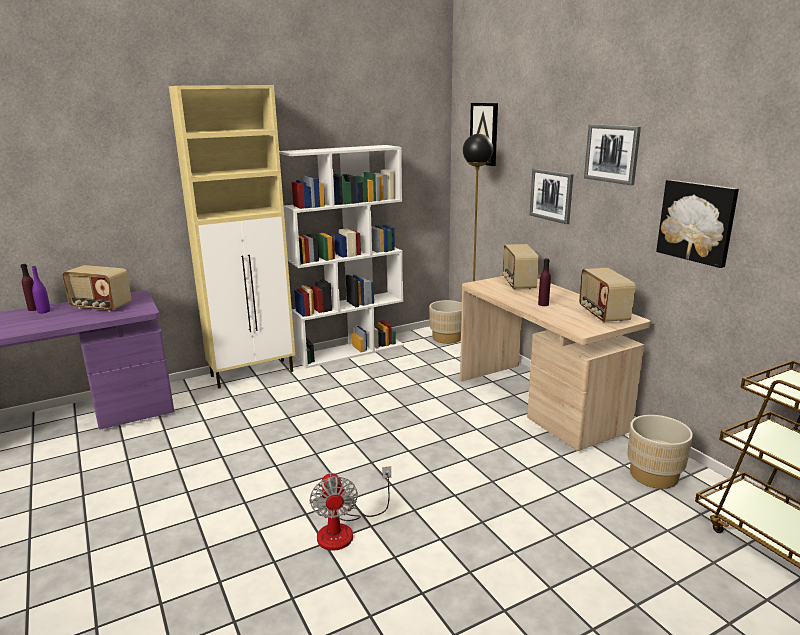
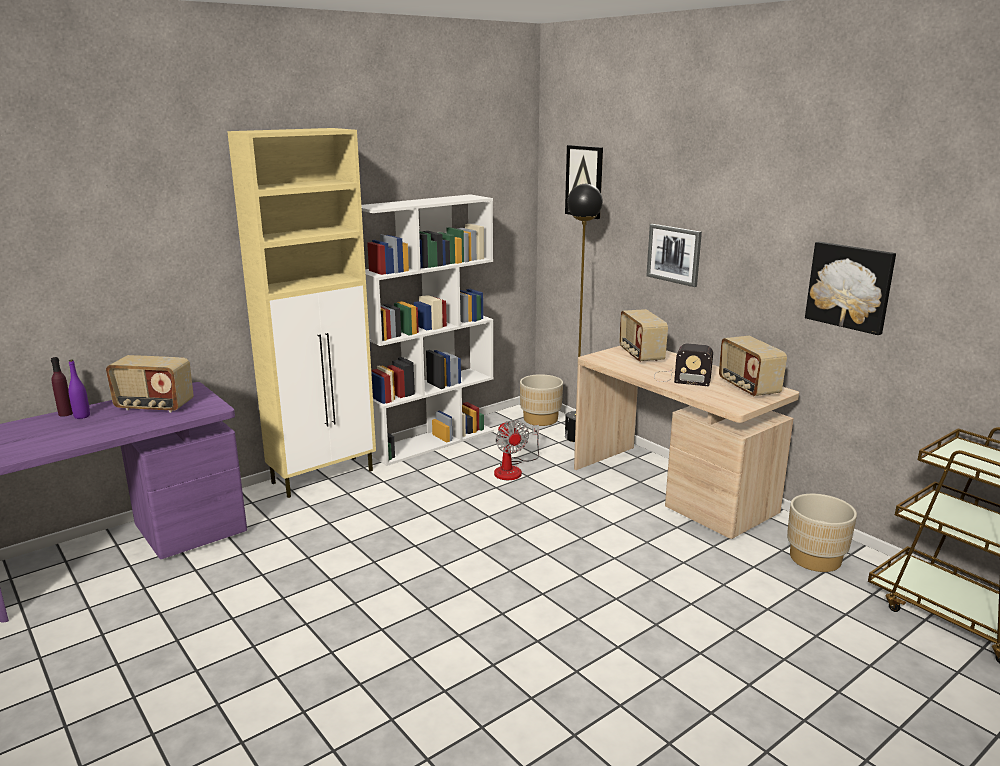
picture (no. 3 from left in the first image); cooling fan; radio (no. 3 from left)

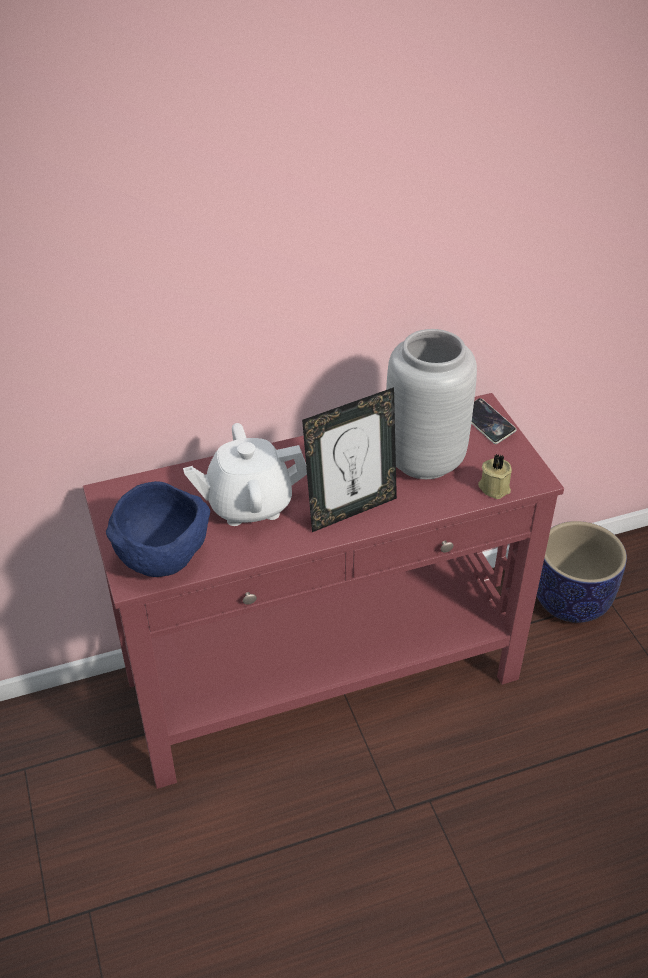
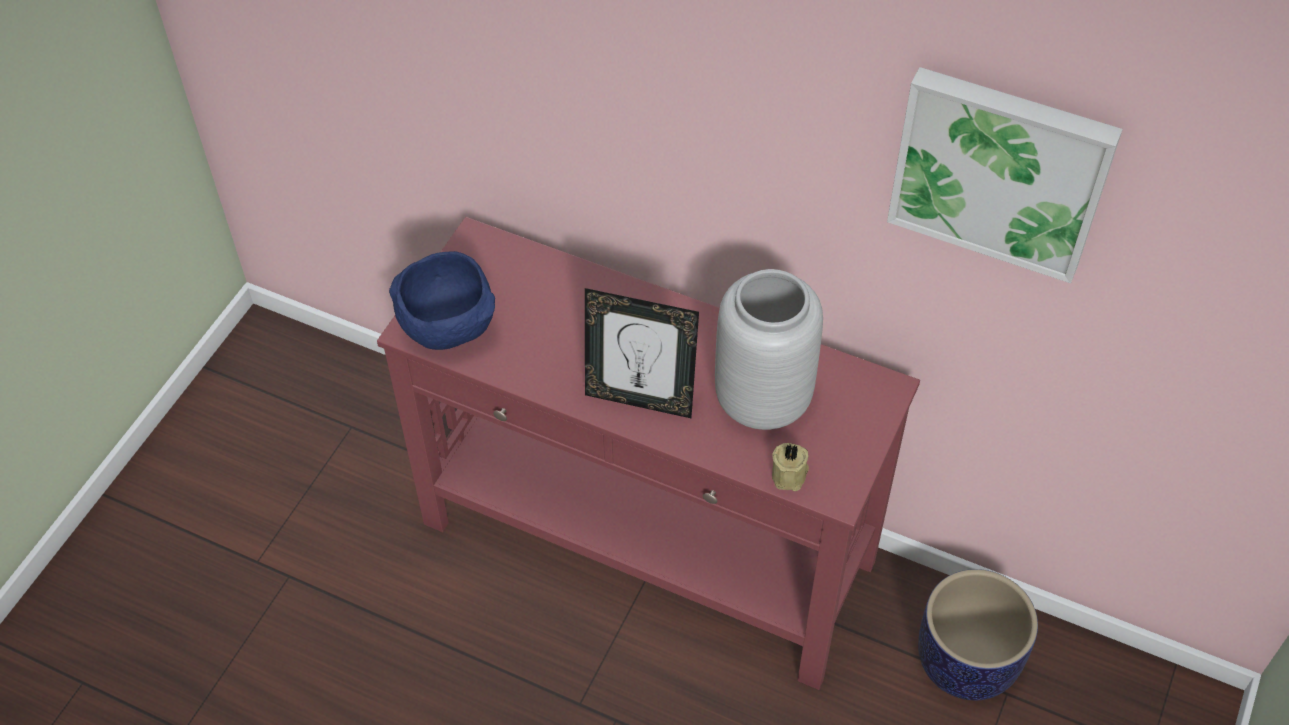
teapot in whitish; handset; picture

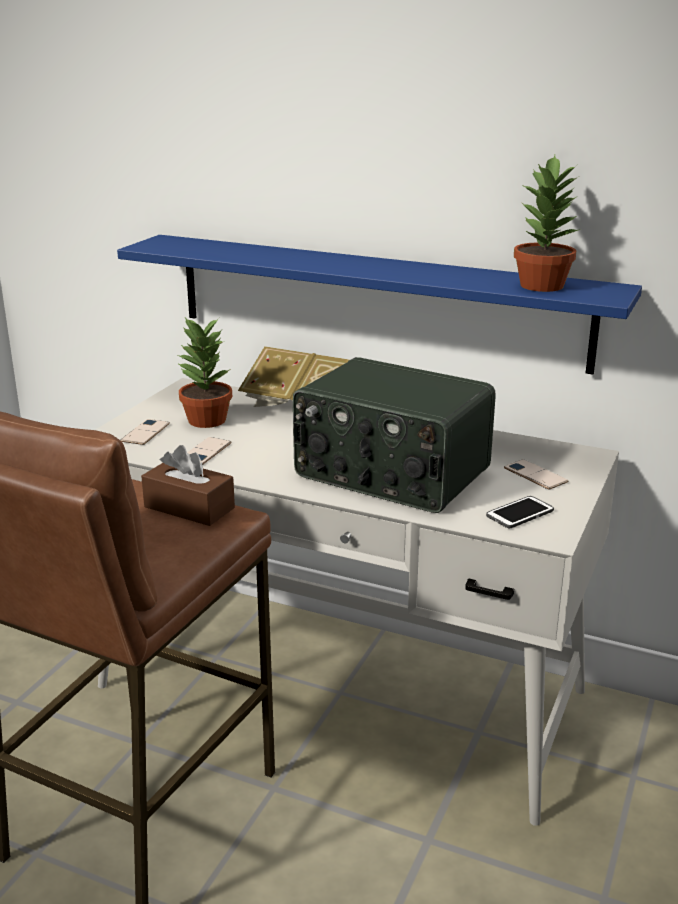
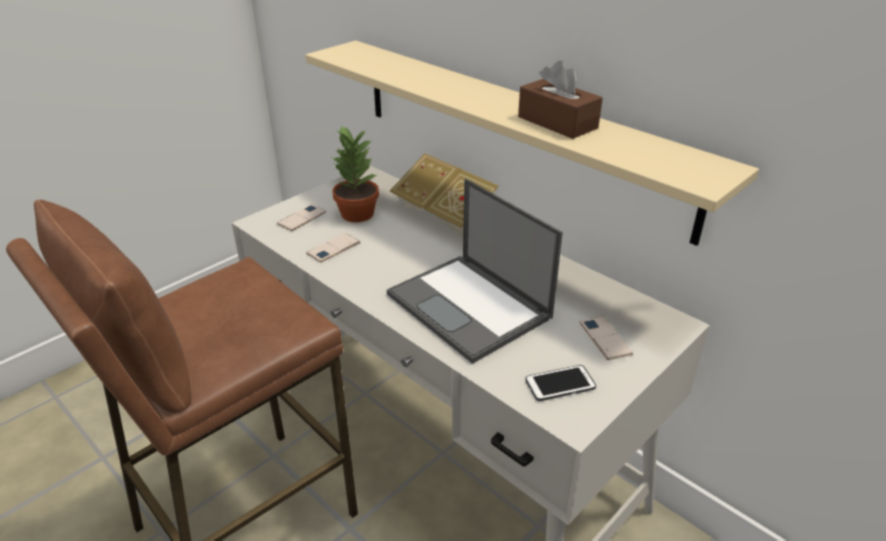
potted plant (no. 2 from left in the first image); tissue holder in brownish; portable computer; wall shelf in beige-coloured

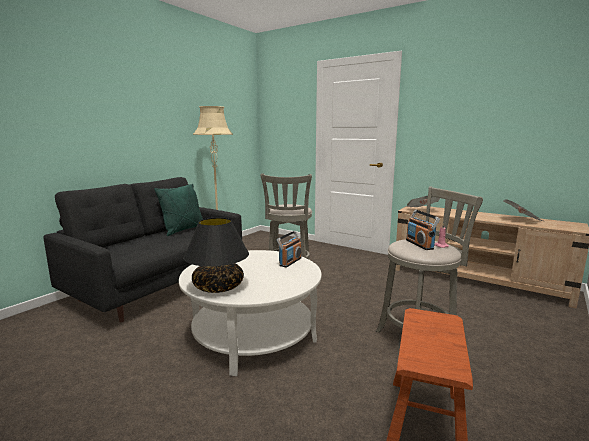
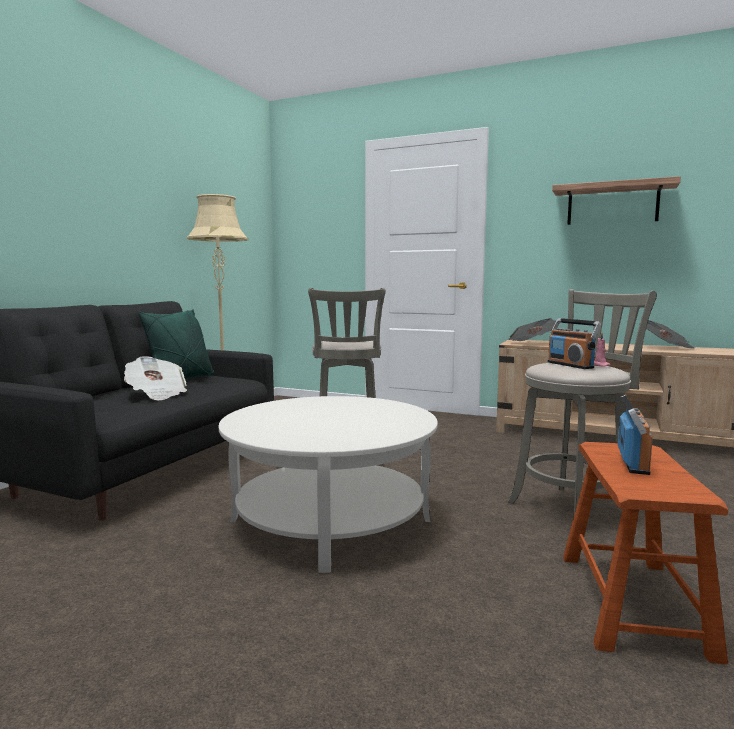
table lamp in black; newspaper (no. 1 from left); wall shelf; radio (no. 2 from left)

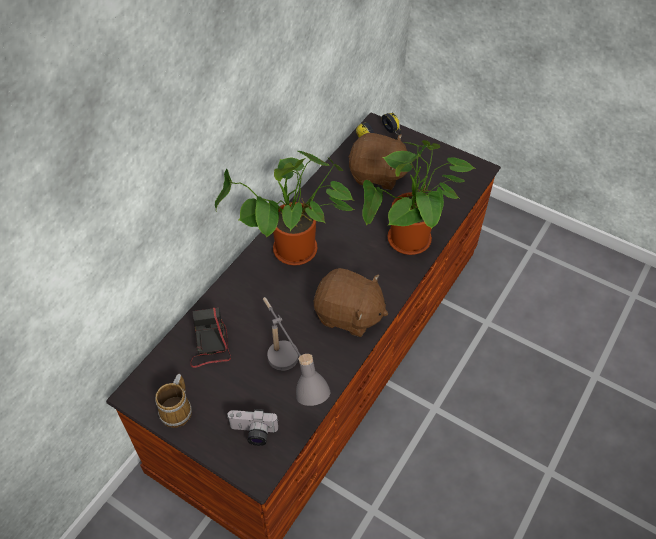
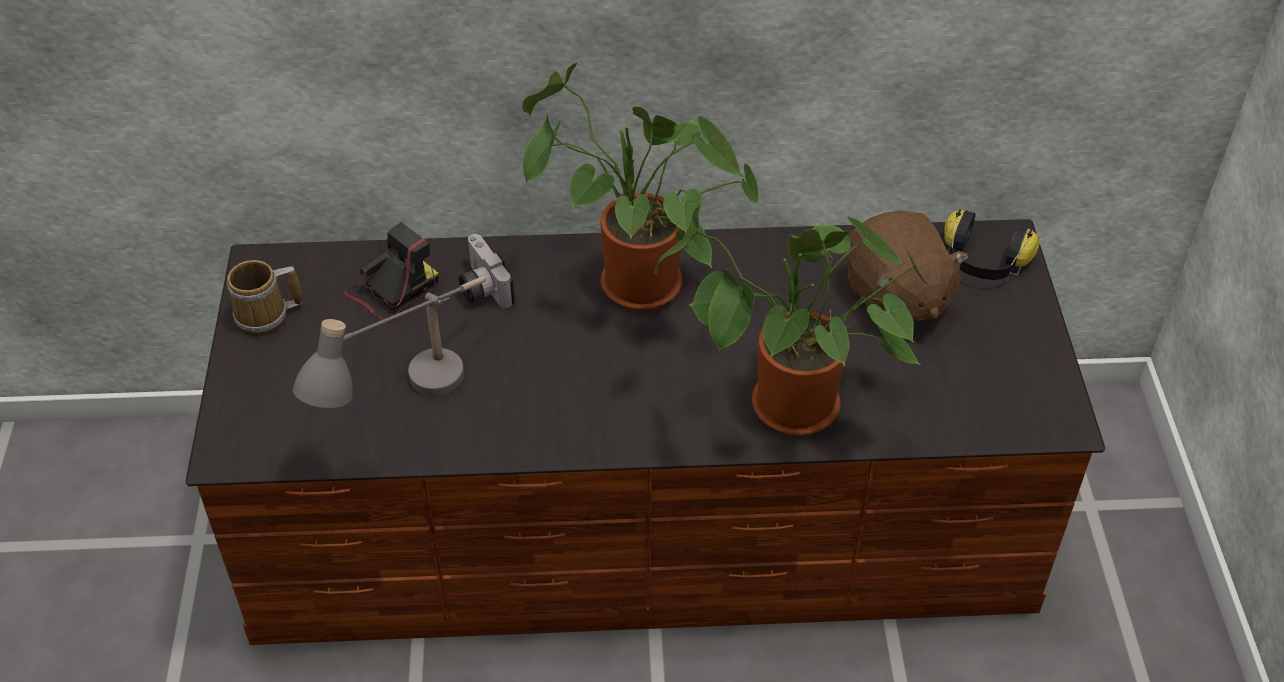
soft toy in brownish (no. 1 from left in the first image); still camera (no. 2 from left)

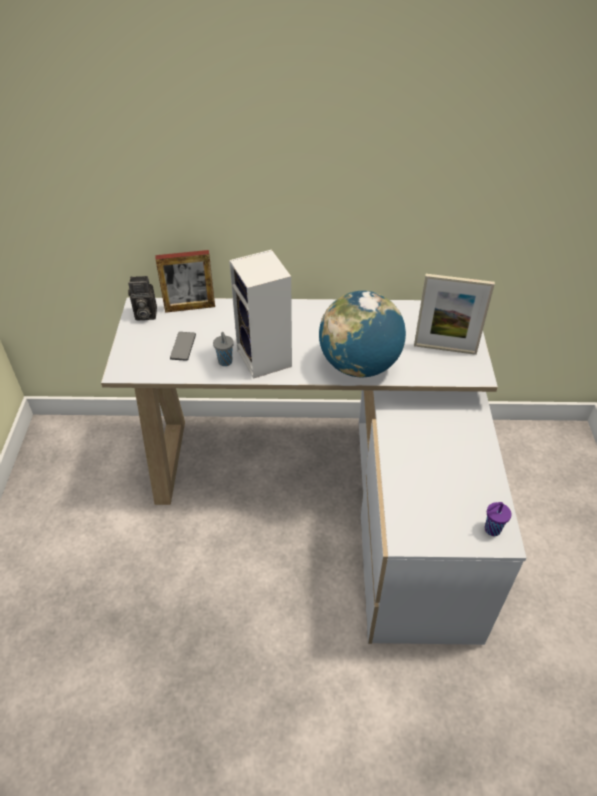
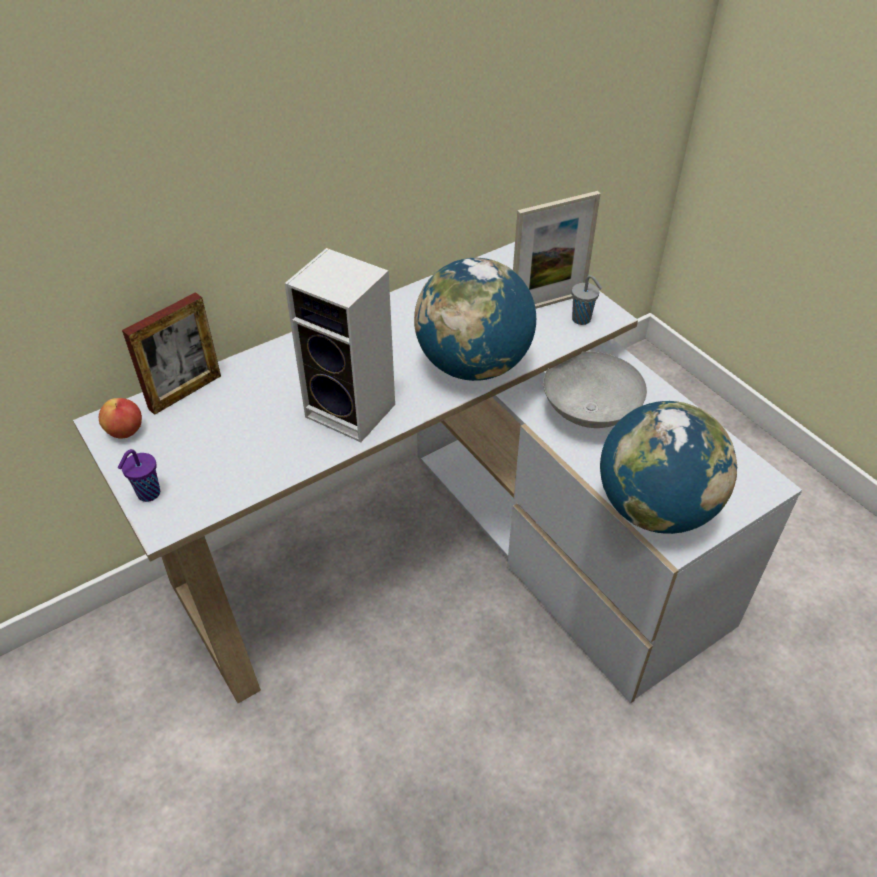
handset; serving bowl in gray; globe (no. 2 from left); cup in gray; cup in purple-coloured; whole apple

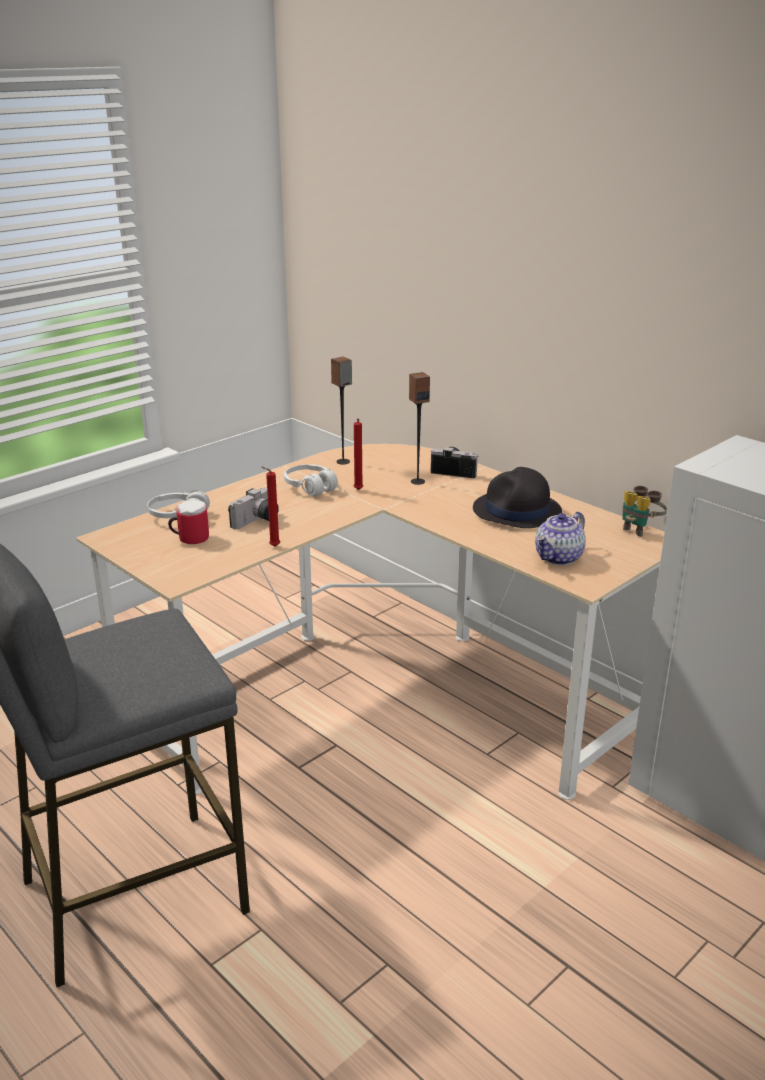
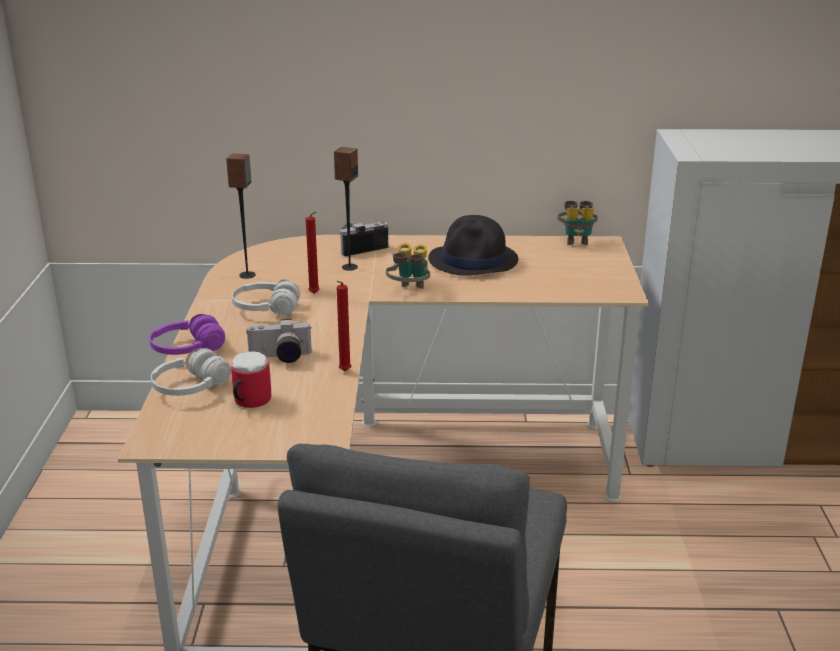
teapot; headset in purple-coloured; binoculars (no. 1 from left); still camera (no. 1 from left)

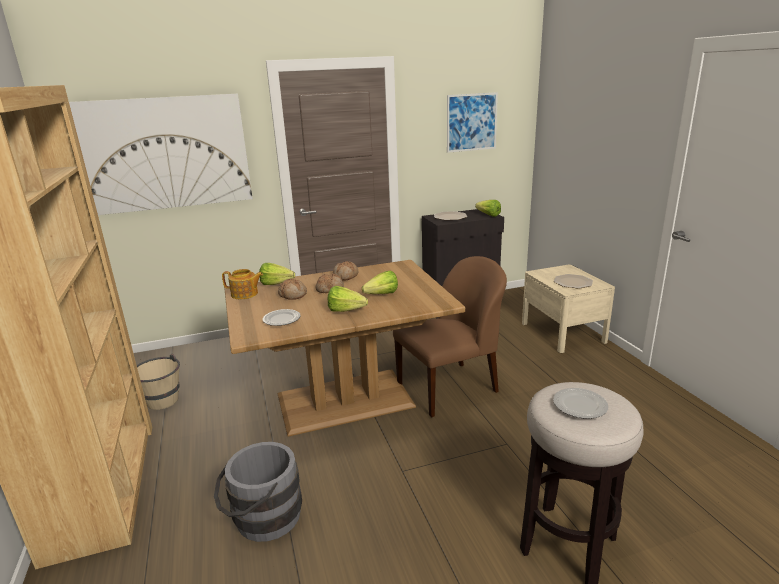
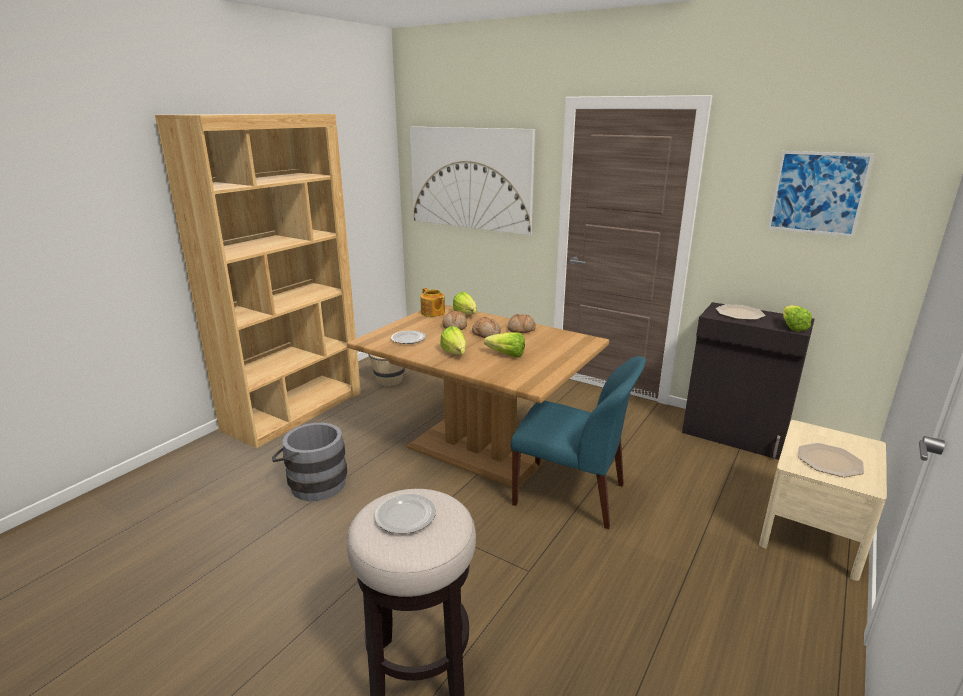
chair in blue-coloured

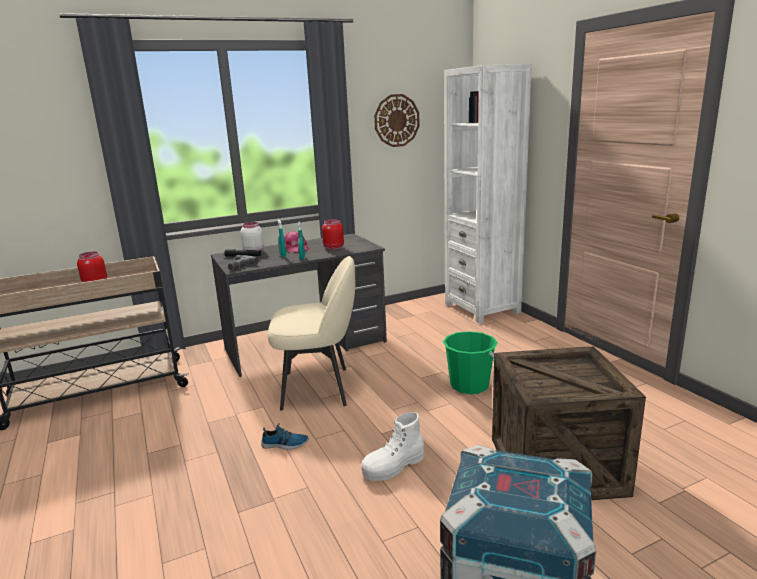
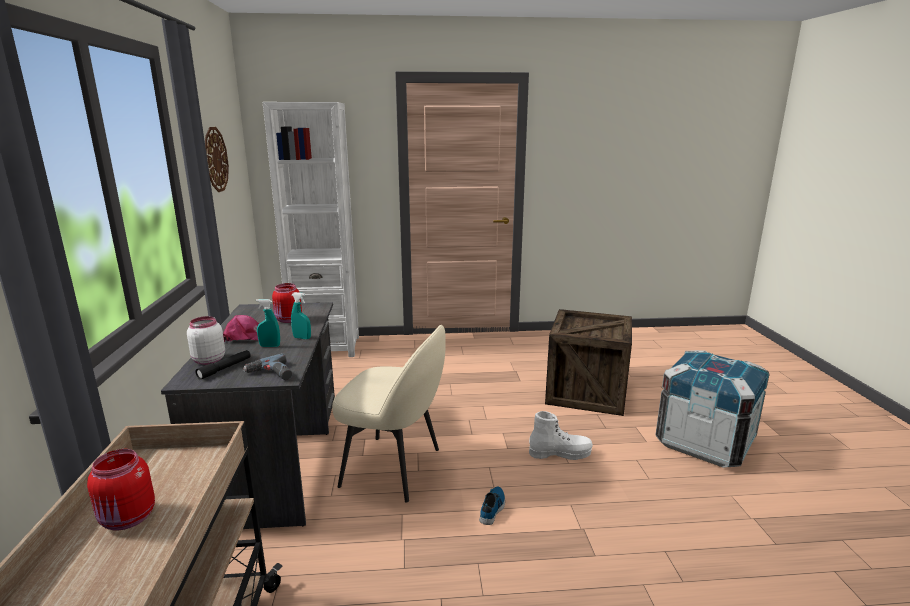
pail in greenish; chair in beige-coloured; tall boot in whitish

